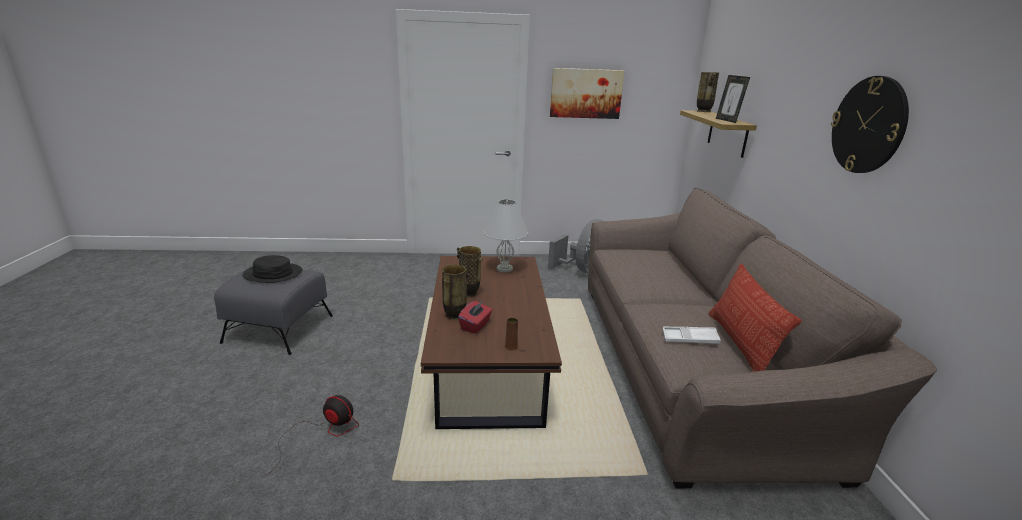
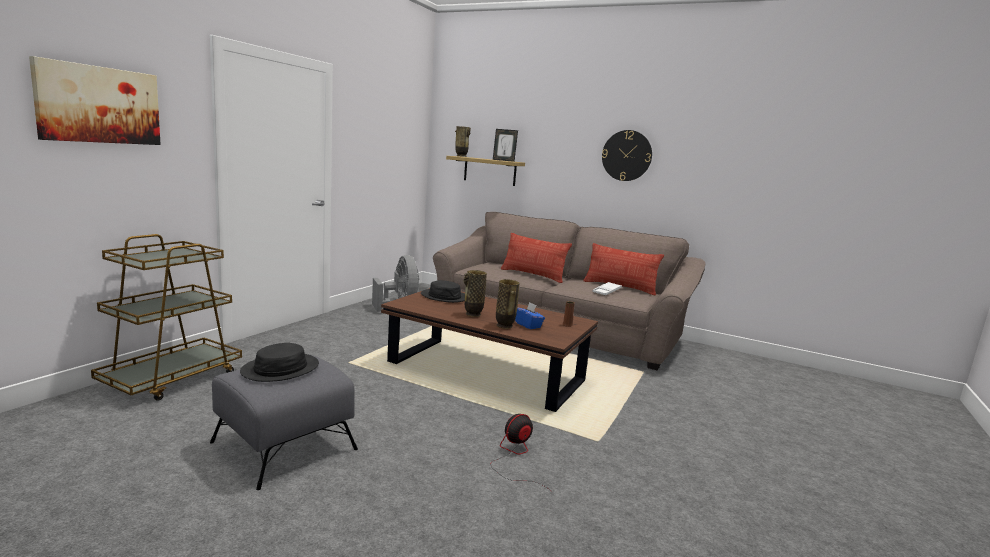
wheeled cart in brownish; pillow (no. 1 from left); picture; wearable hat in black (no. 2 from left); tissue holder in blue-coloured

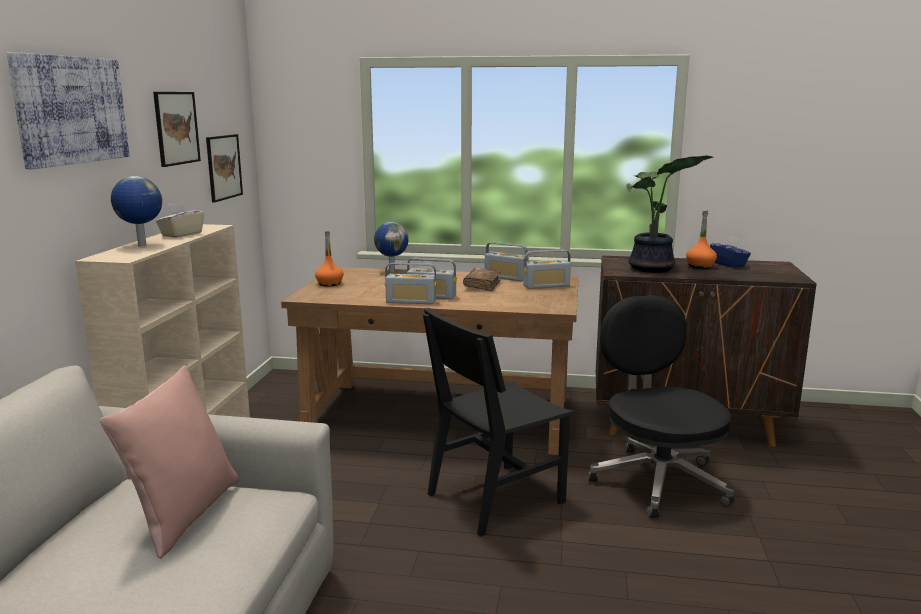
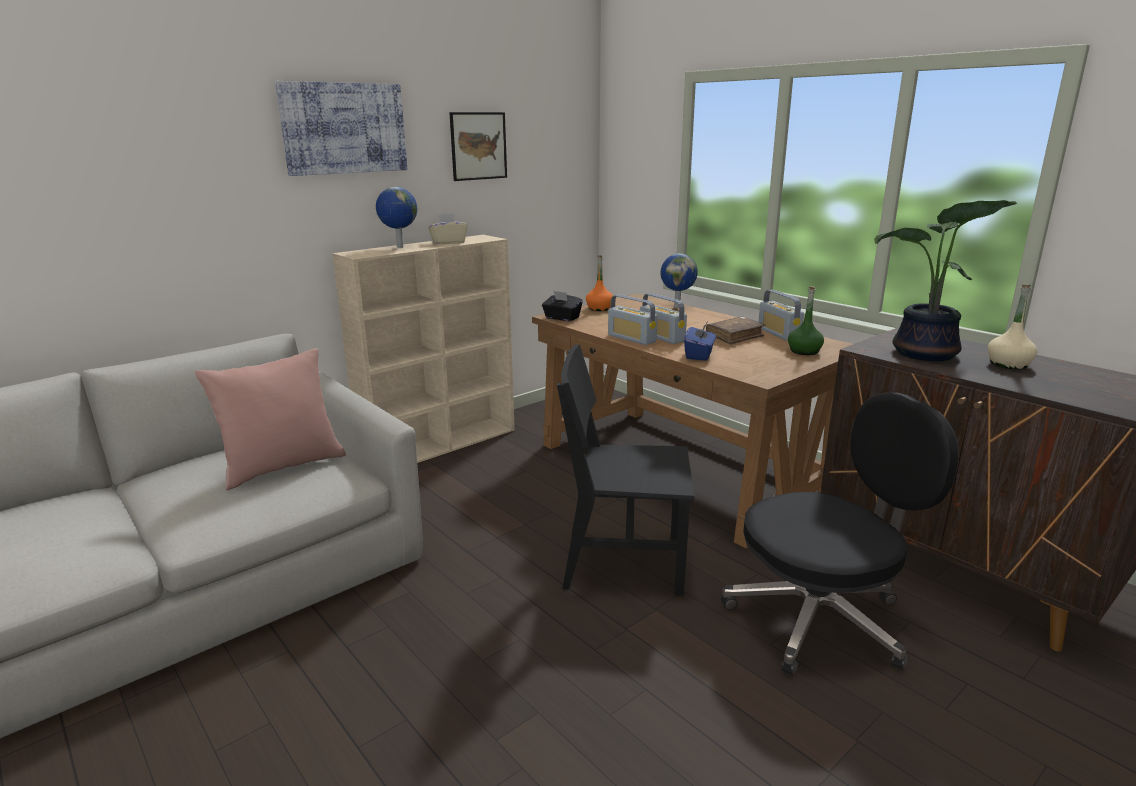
picture (no. 3 from left in the first image); tissue holder in black; tissue holder in blue-coloured; bottle in greenish; bottle in beige-coloured; desk chair in black

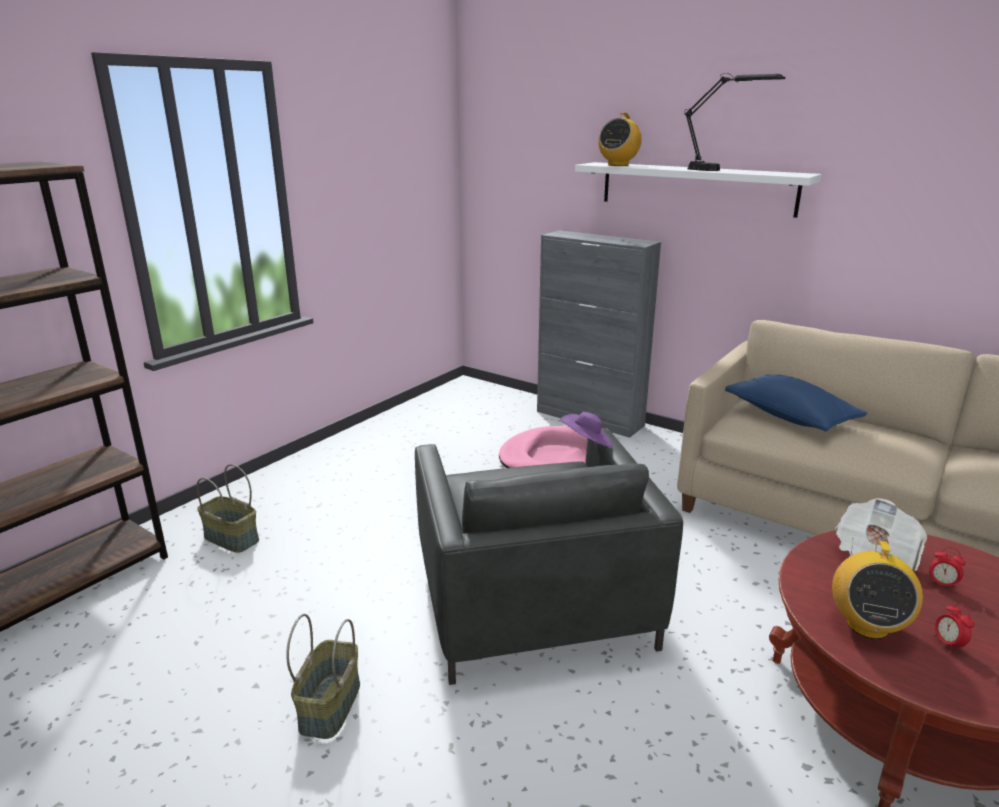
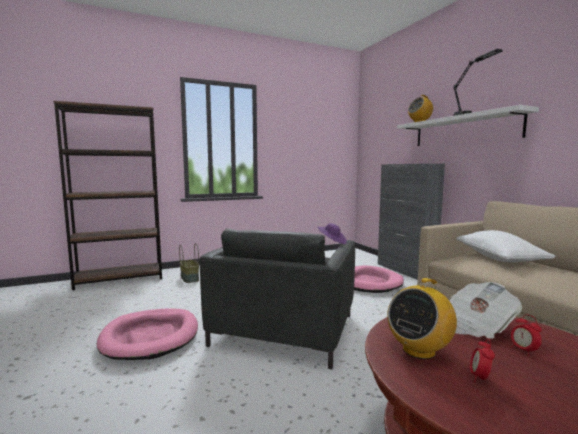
dog cushion in pink-coloured (no. 1 from left); pillow in whitish

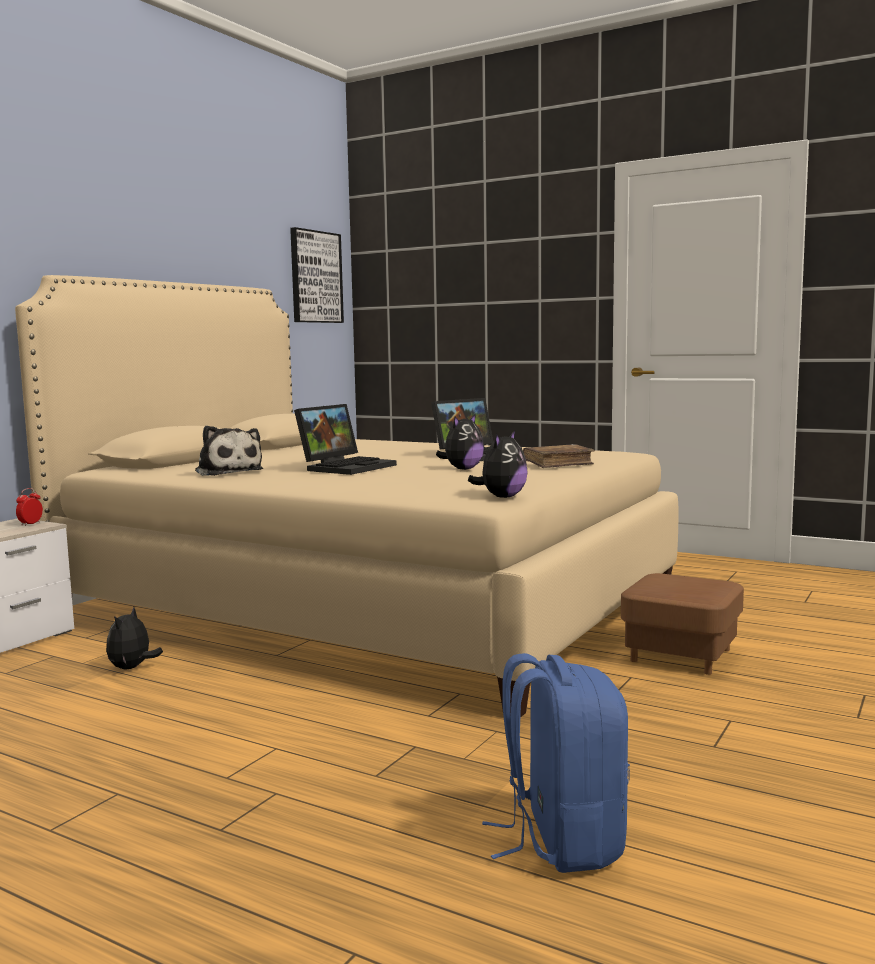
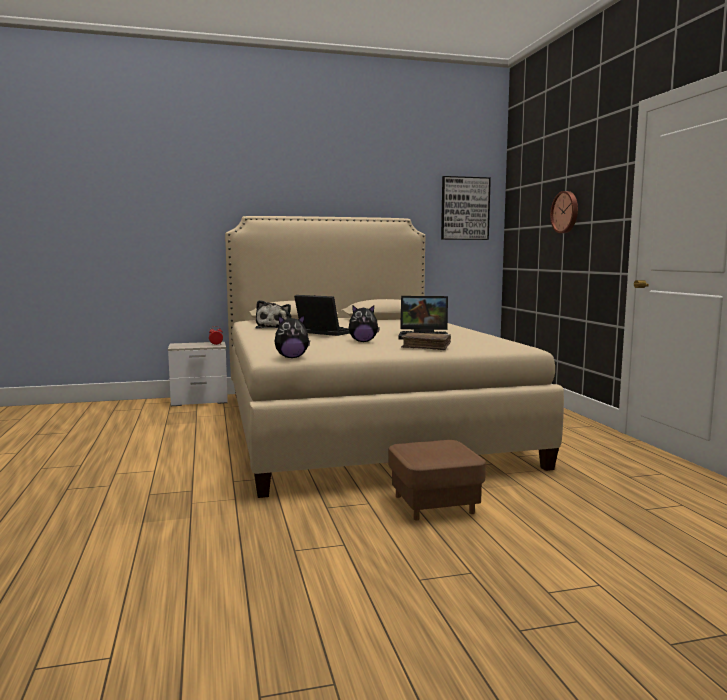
soft toy (no. 1 from left in the first image); rucksack in blue-coloured; clock on the wall; portable computer (no. 1 from left)

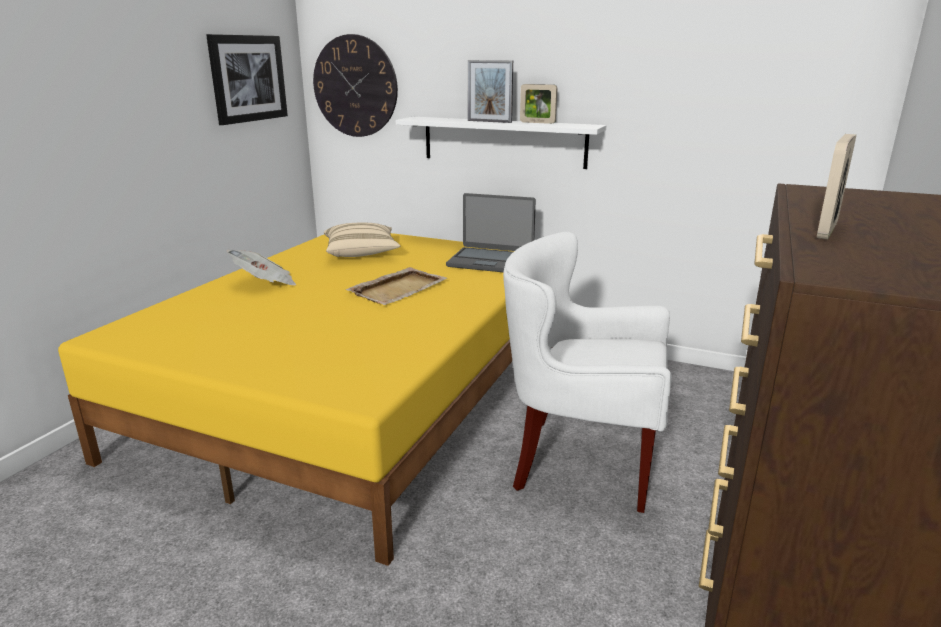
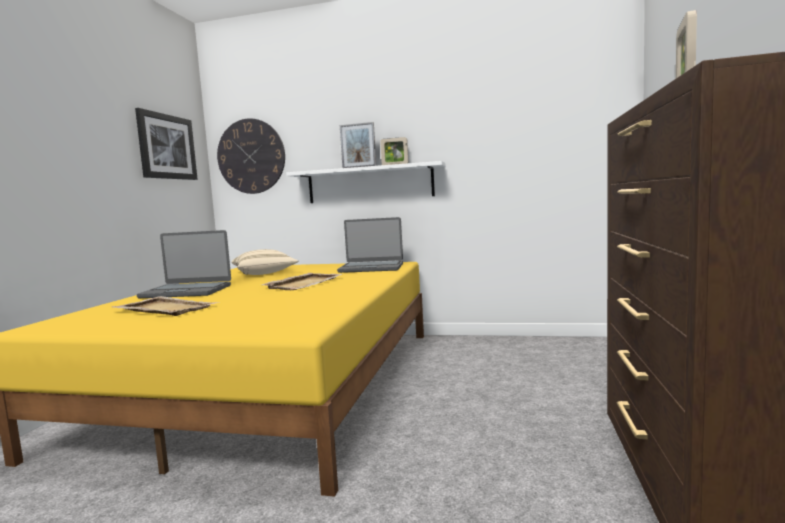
lounge chair in whitish; tray in beige-coloured (no. 1 from left); portable computer (no. 1 from left)

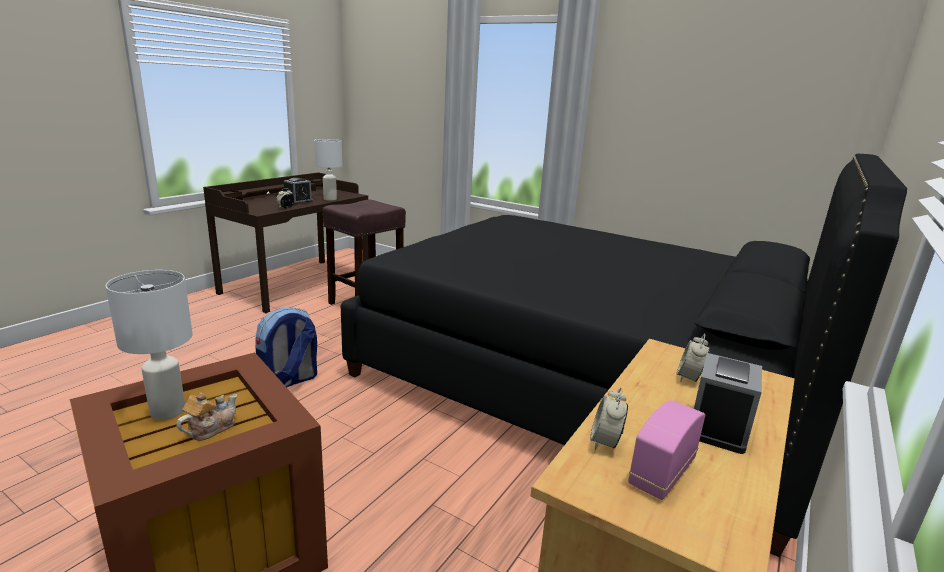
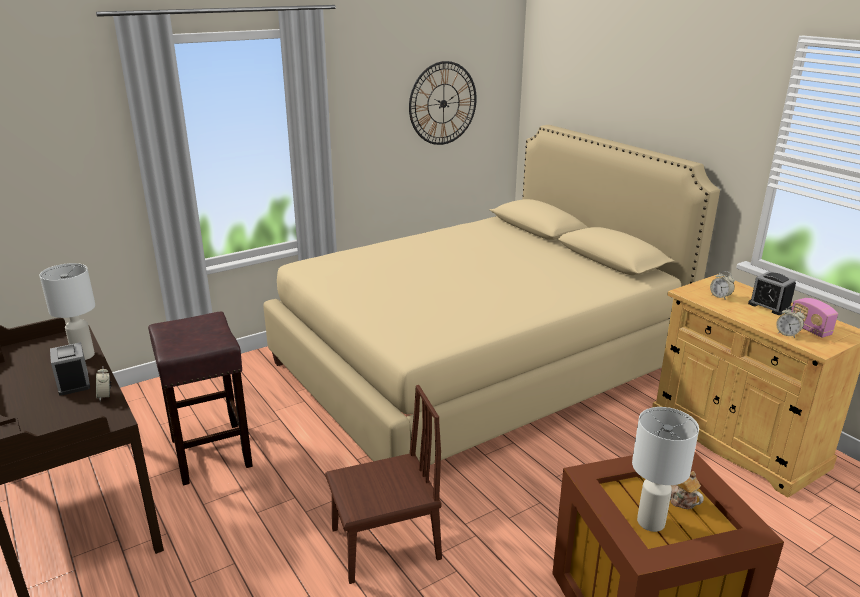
clock on the wall; chair in brownish; bedroom bed in beige-coloured

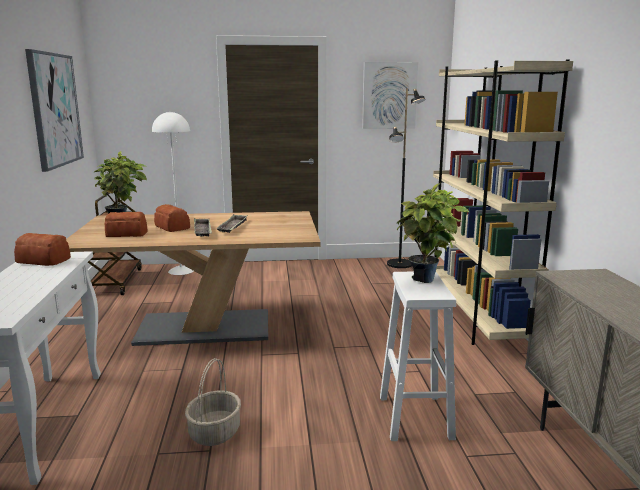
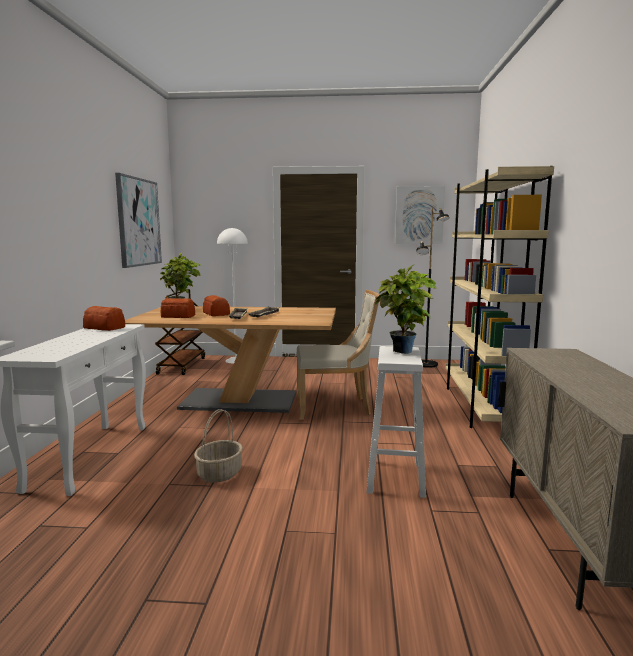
chair in beige-coloured

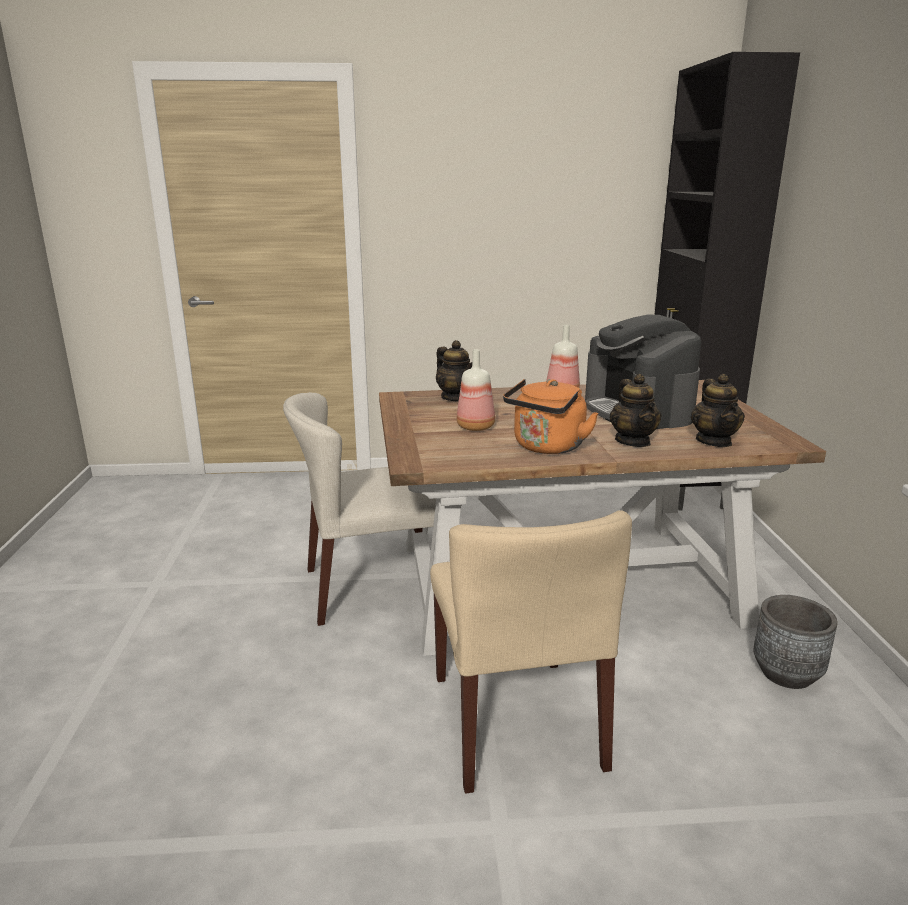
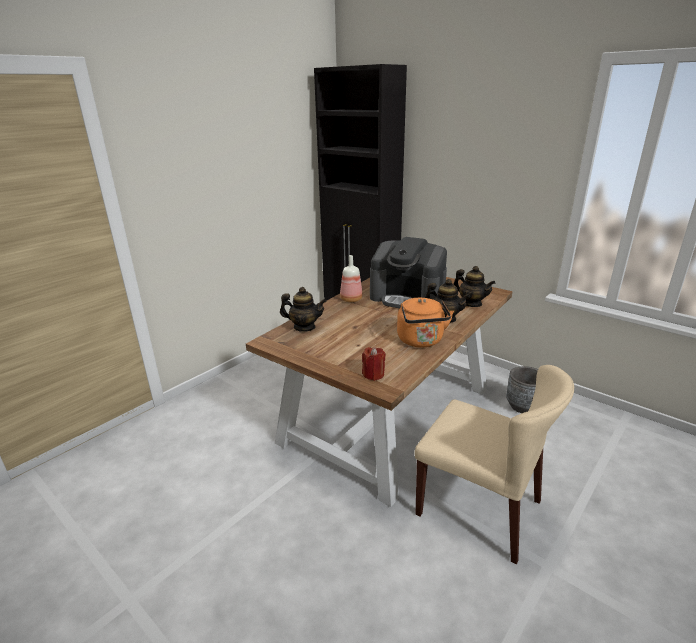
chair in beige-coloured (no. 1 from left in the first image); bottle (no. 1 from left in the first image); candle in red-coloured

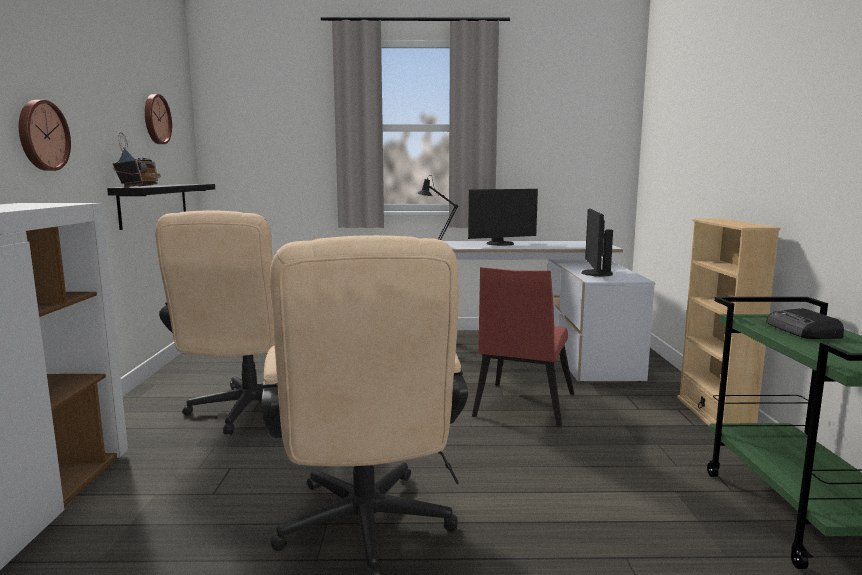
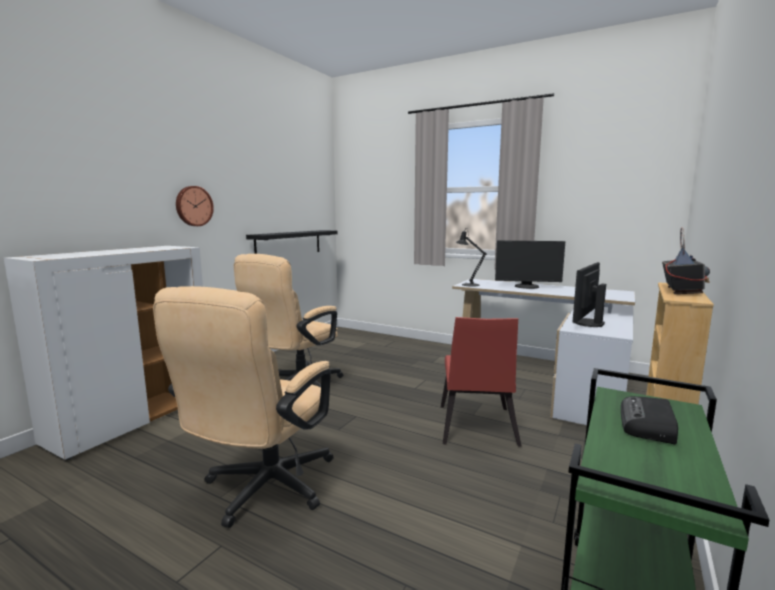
clock on the wall (no. 2 from left in the first image); radio (no. 2 from left); chair in red-coloured

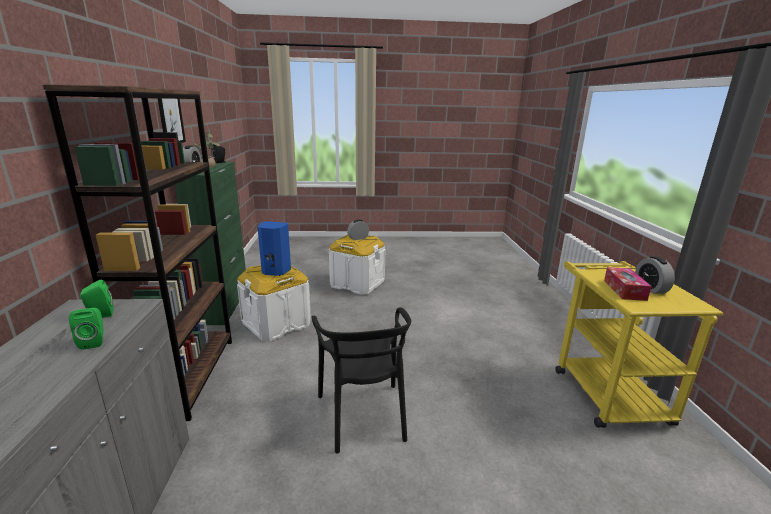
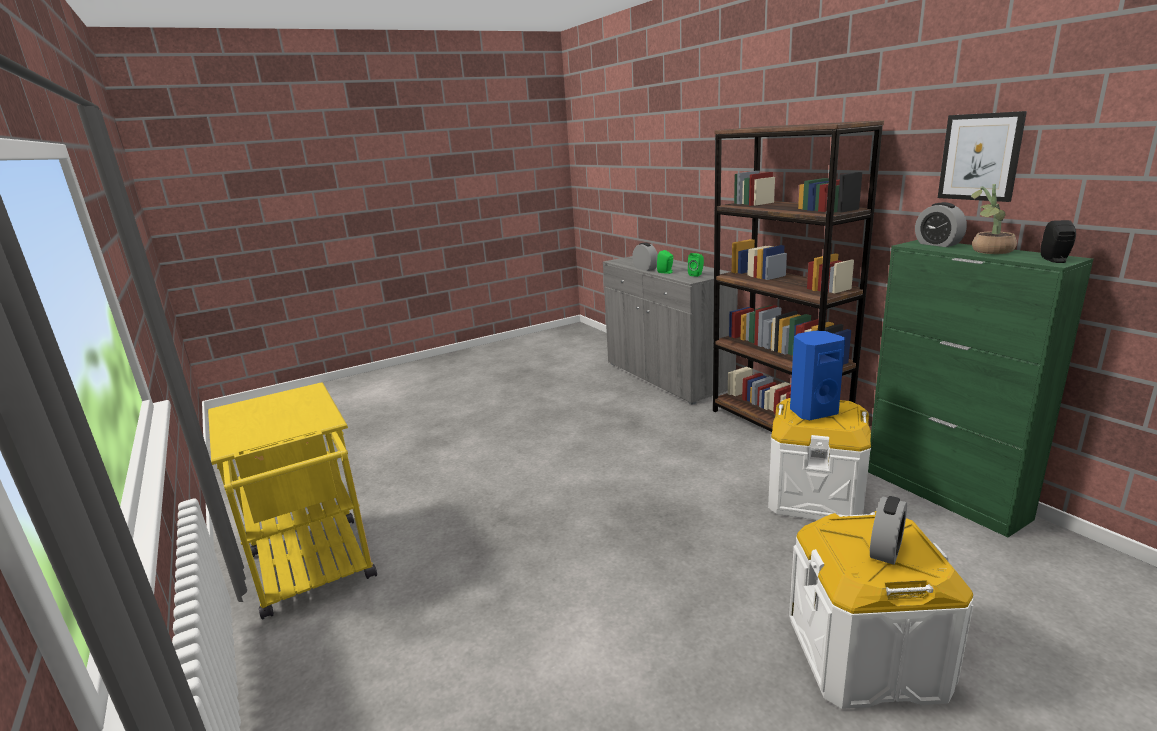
chair in black; tissue holder; bedside clock (no. 1 from left)

